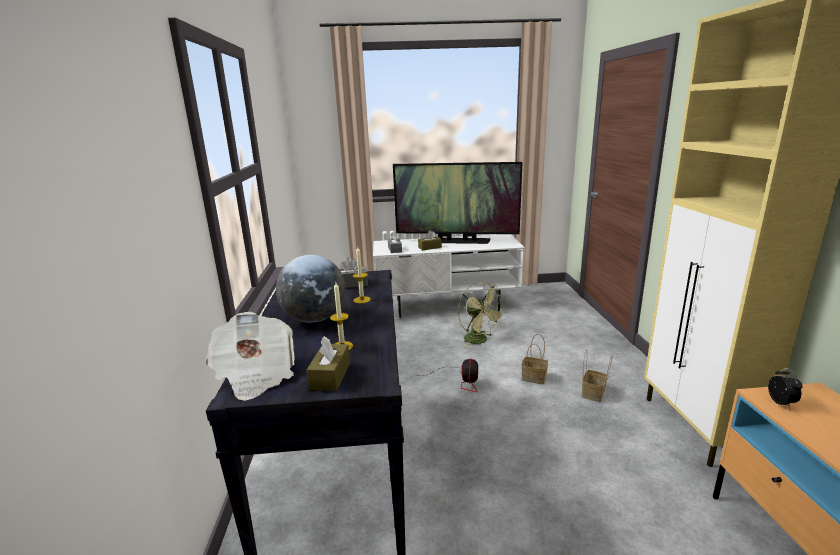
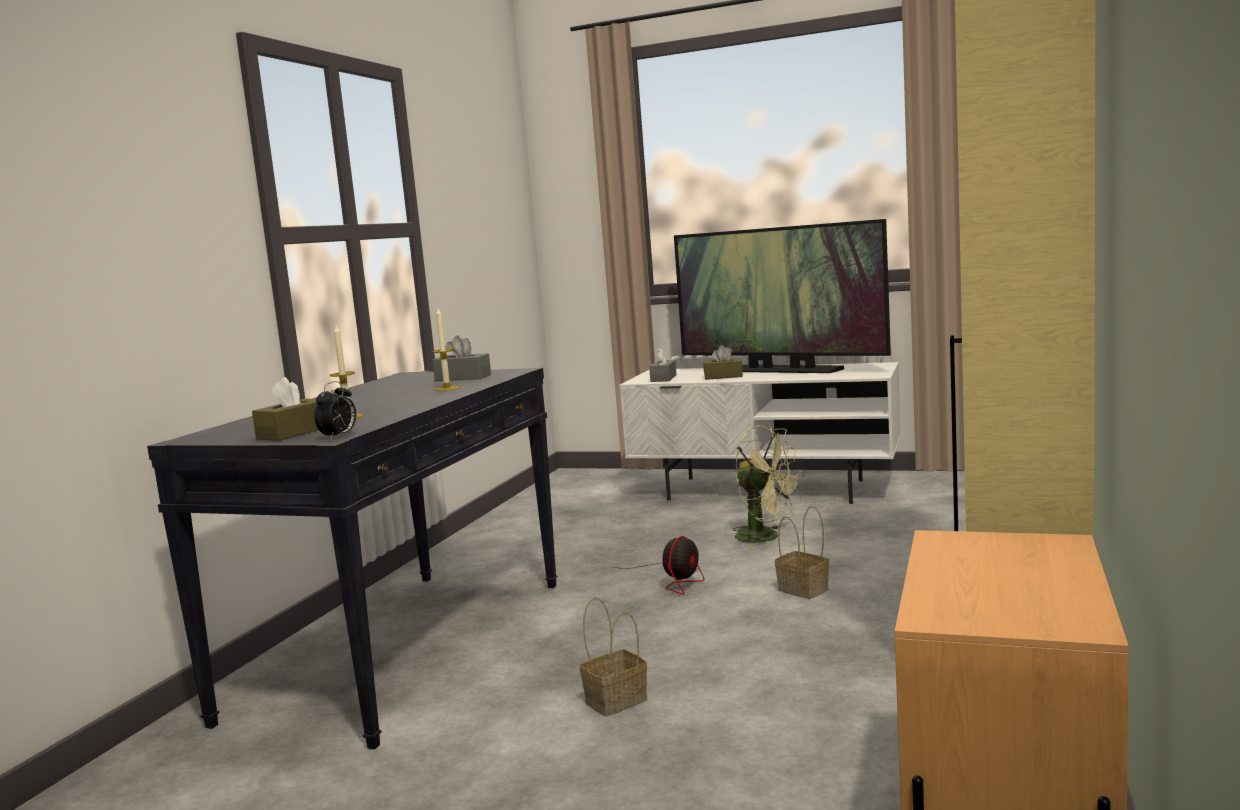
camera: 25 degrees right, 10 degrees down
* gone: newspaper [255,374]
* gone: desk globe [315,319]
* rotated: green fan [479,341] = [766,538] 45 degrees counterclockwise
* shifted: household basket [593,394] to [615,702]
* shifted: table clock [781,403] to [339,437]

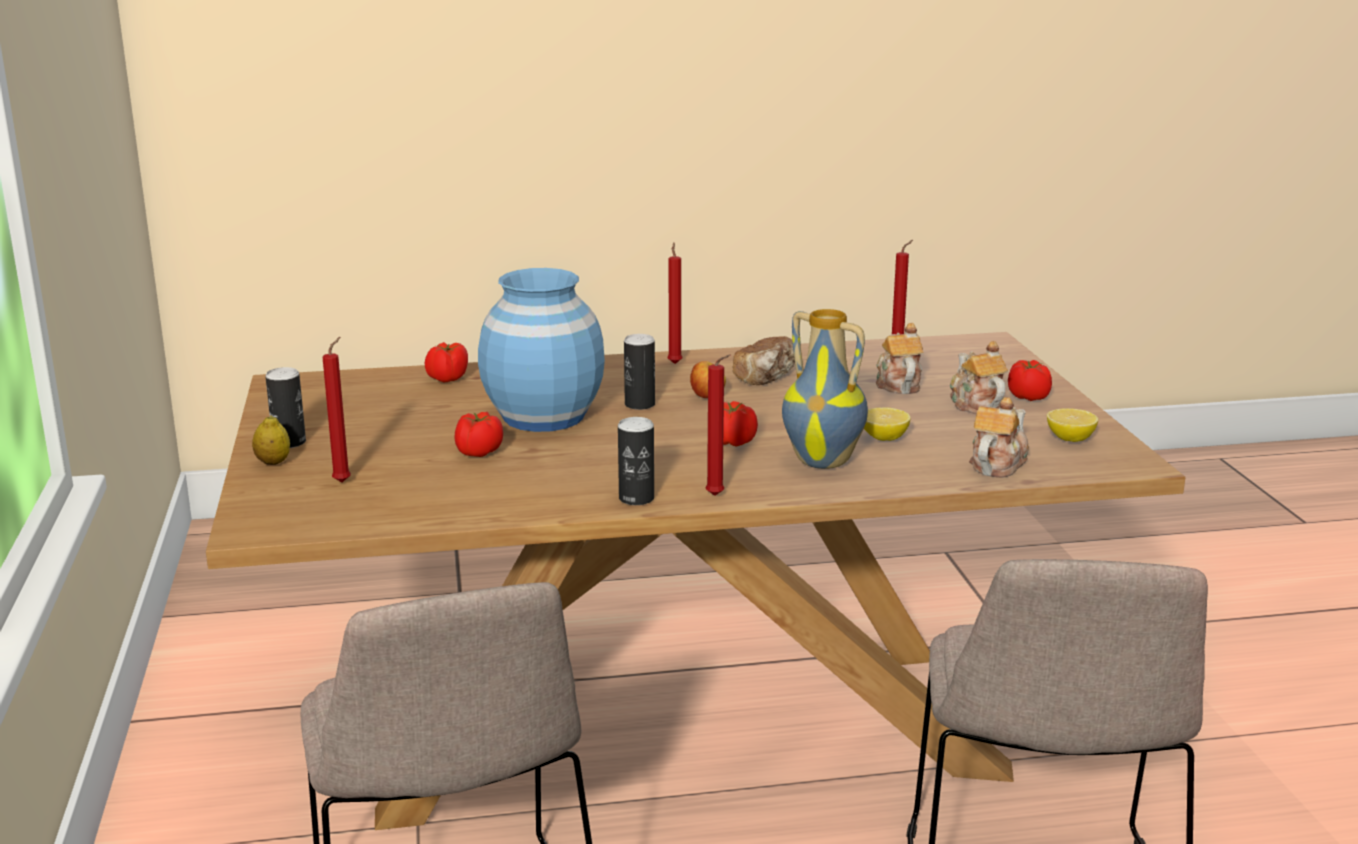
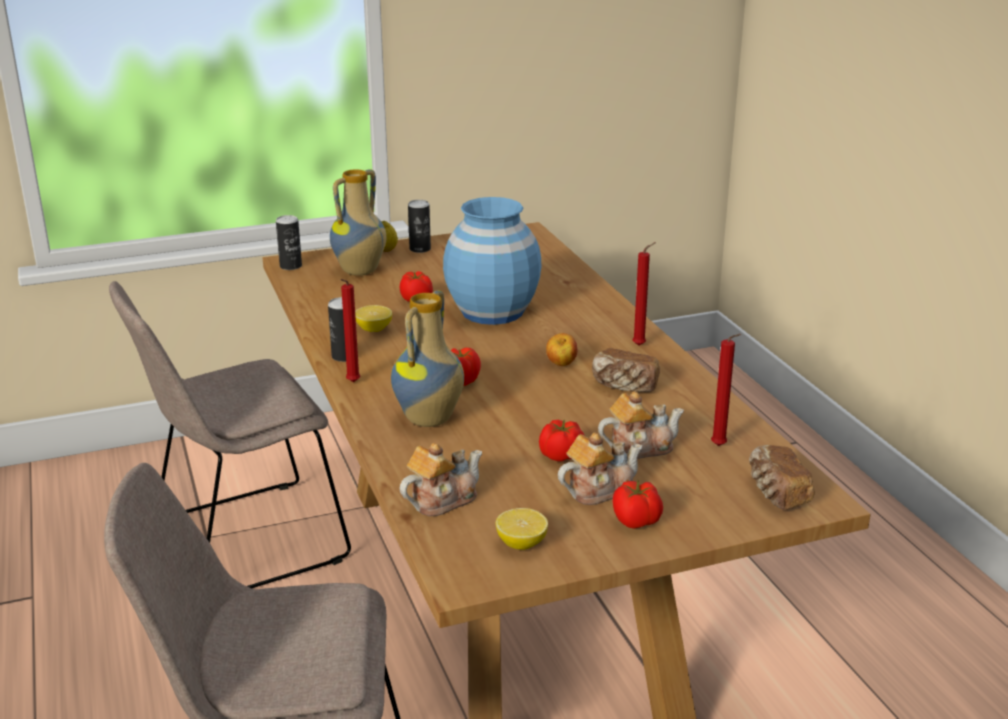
camera: 80 degrees right, 5 degrees up
* swapped: red-coloured candle [344,481] to flower vase [360,271]
* shifted: tomato [447,379] to [561,456]
* shifted: can [639,404] to [291,266]
* shifted: citrus fruit [884,438] to [374,329]
* rotated: tea pot [996,465] = [441,500] 60 degrees counterclockwise
* new: bread [776,493]

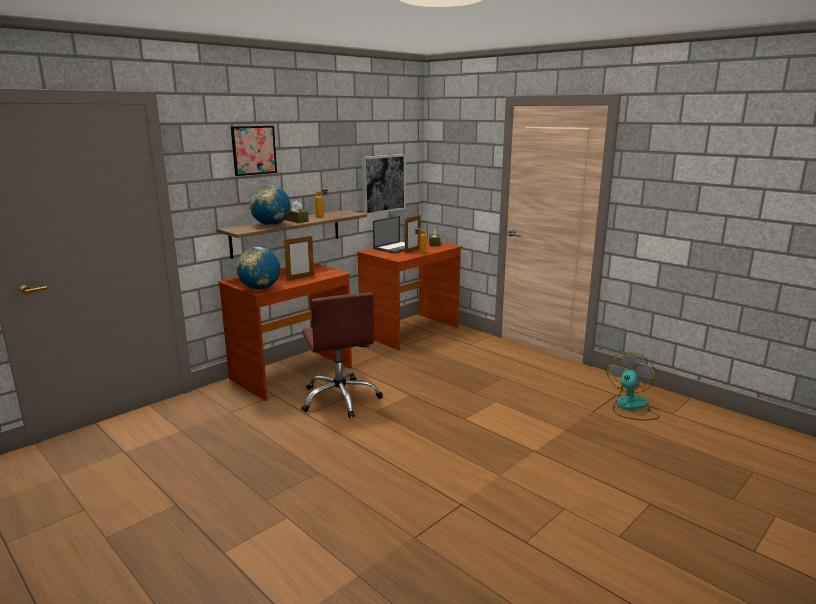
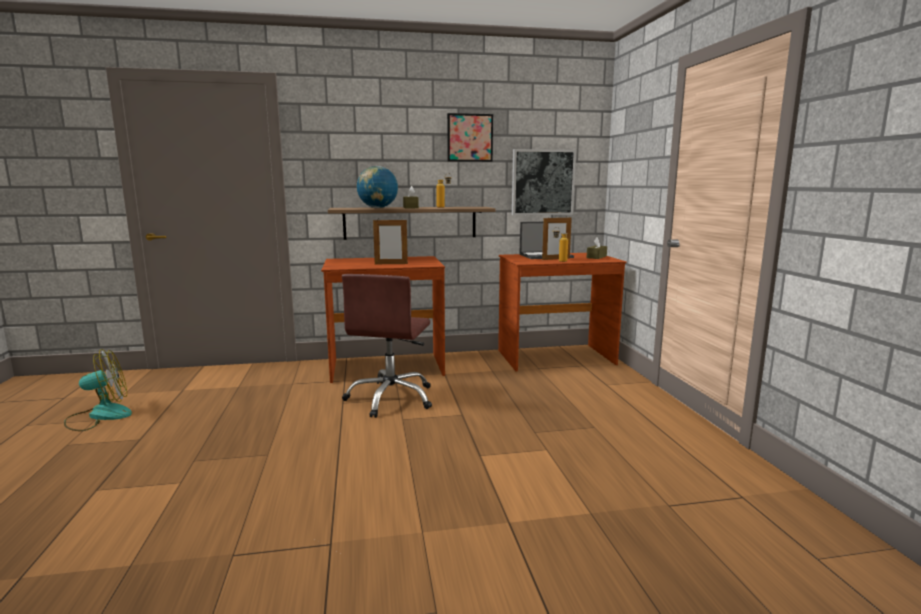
camera: 35 degrees right, 5 degrees down
* shifted: wall picture [254,150] to [470,137]
* gone: desk globe [260,289]
* shifted: fan [630,407] to [99,416]

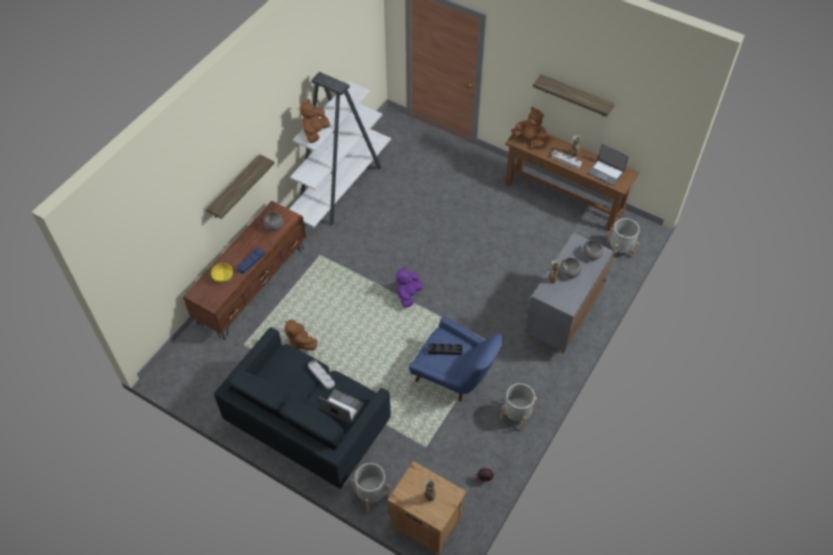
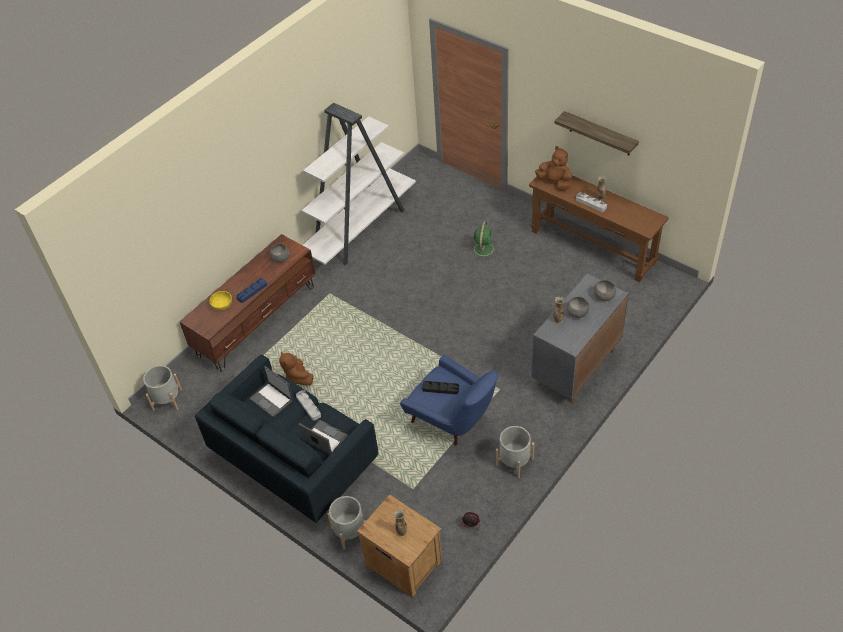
camera: 10 degrees right, 5 degrees down
* gone: wall shelf [235,188]
* gone: brown-coloured plush toy [315,132]
* gone: purple plush toy [408,295]
* shifted: portable computer [606,172] to [272,399]
* shifted: grey flower pot [620,249] to [167,399]
* new: green fan [483,248]

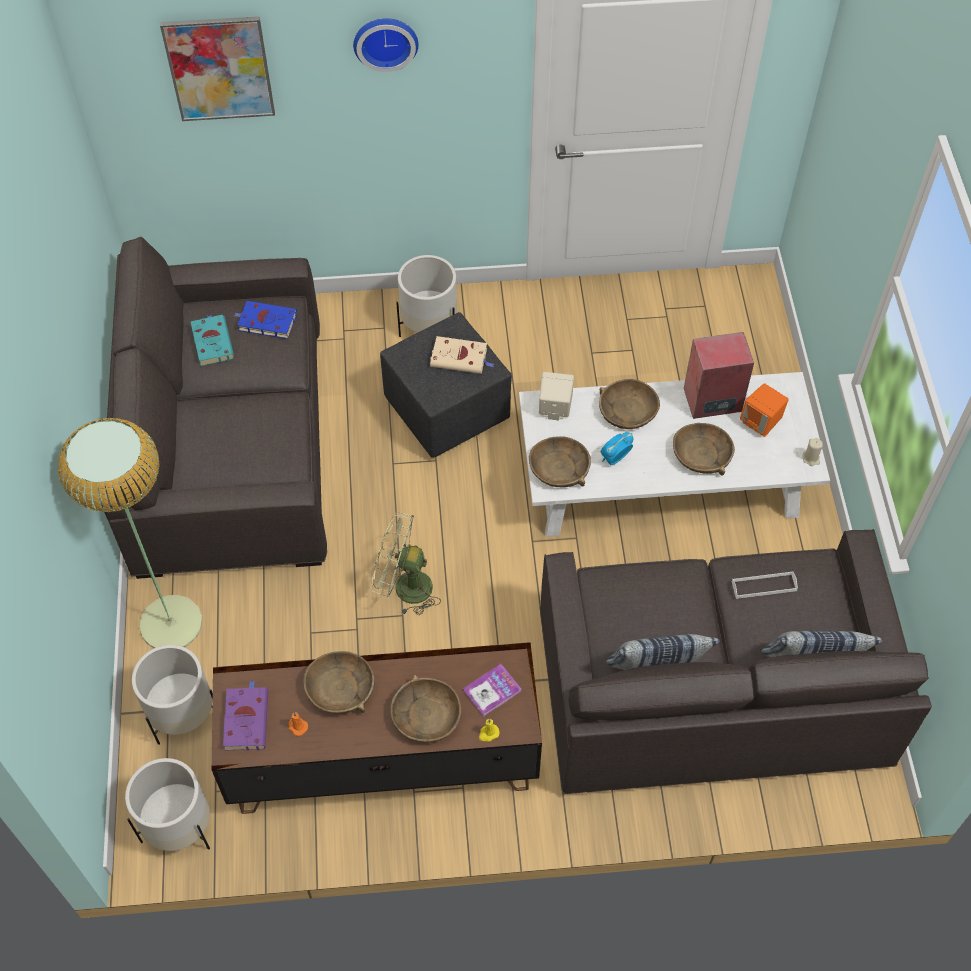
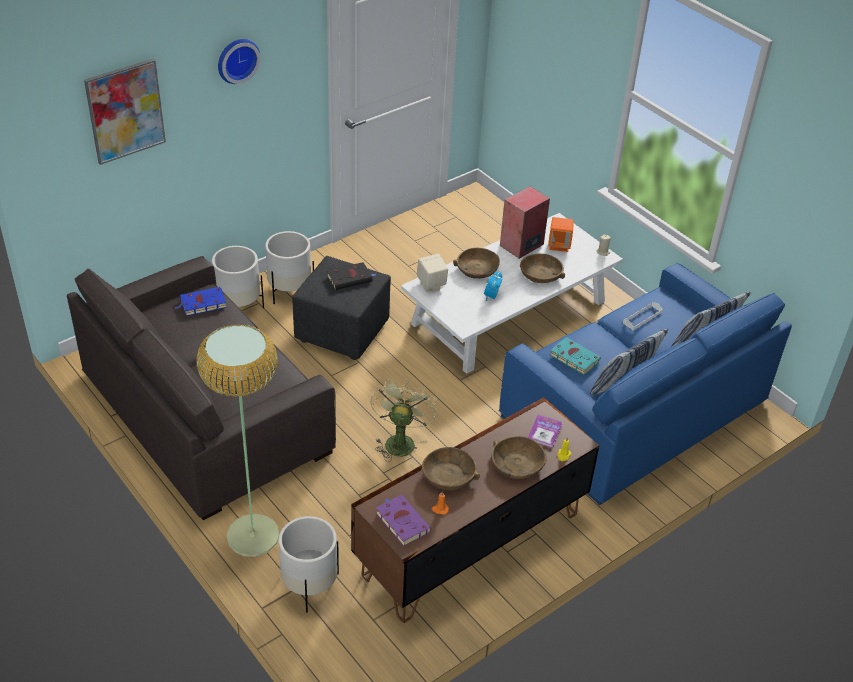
camera: 35 degrees left, 15 degrees down
* shifted: white-coloured flower pot [179,826] to [238,306]
* shifted: turquoise bound book [212,341] to [573,357]
* rotated: green fan [404,587] = [400,440] 120 degrees clockwise
* repainted: beige bound book [460,358] to black-coloured bound book [350,278]
* gone: brown-coloured deep dish [559,468]
* repainted: grey settee [711,688] to blue-coloured settee [634,409]

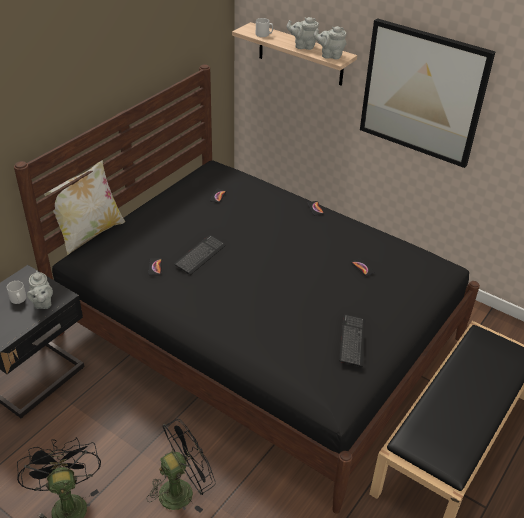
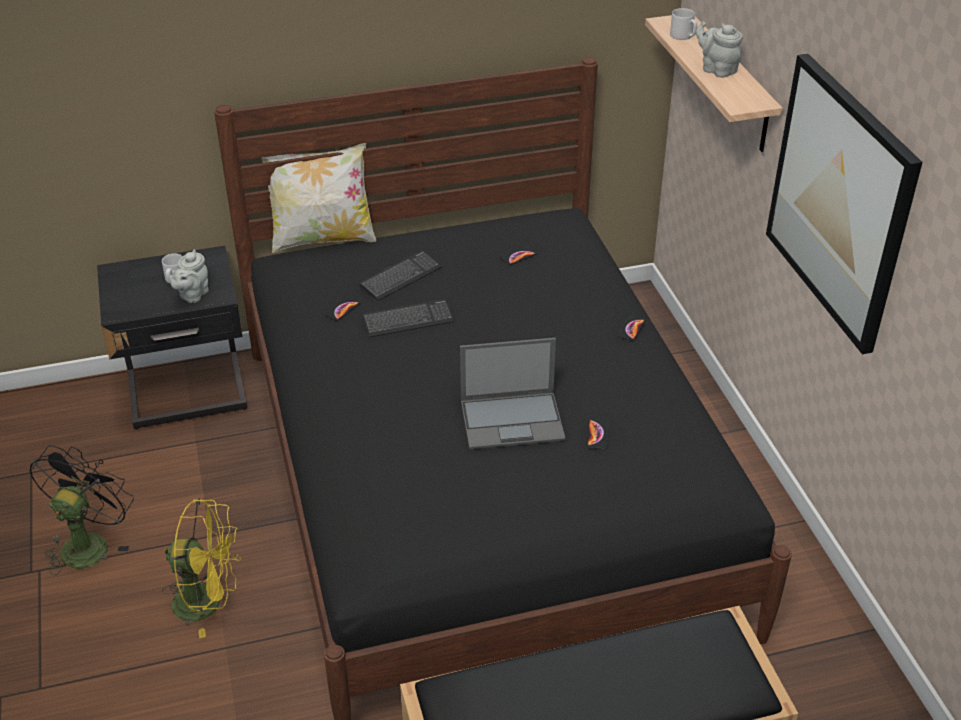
camera: 40 degrees right, 0 degrees up
* repainted: black-coloured fan [182,489] to yellow fan [208,602]
* gone: grey tea pot [330,55]
* shifted: computer keyboard [352,341] to [401,277]
* new: portable computer [513,420]

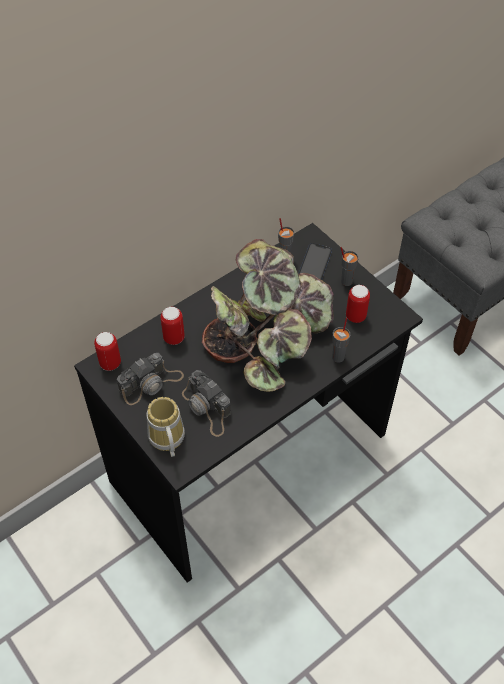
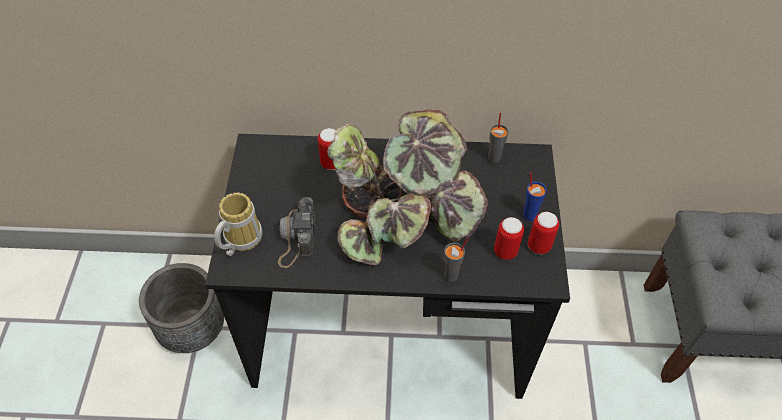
camera: 40 degrees right, 0 degrees up
* shifted: can [110,363] to [539,246]
* gone: photo camera [151,383]
* gone: phone [314,264]
* repainted: grey small cup [346,281] to blue-coloured small cup [529,215]
* new: grey flower pot [193,329]

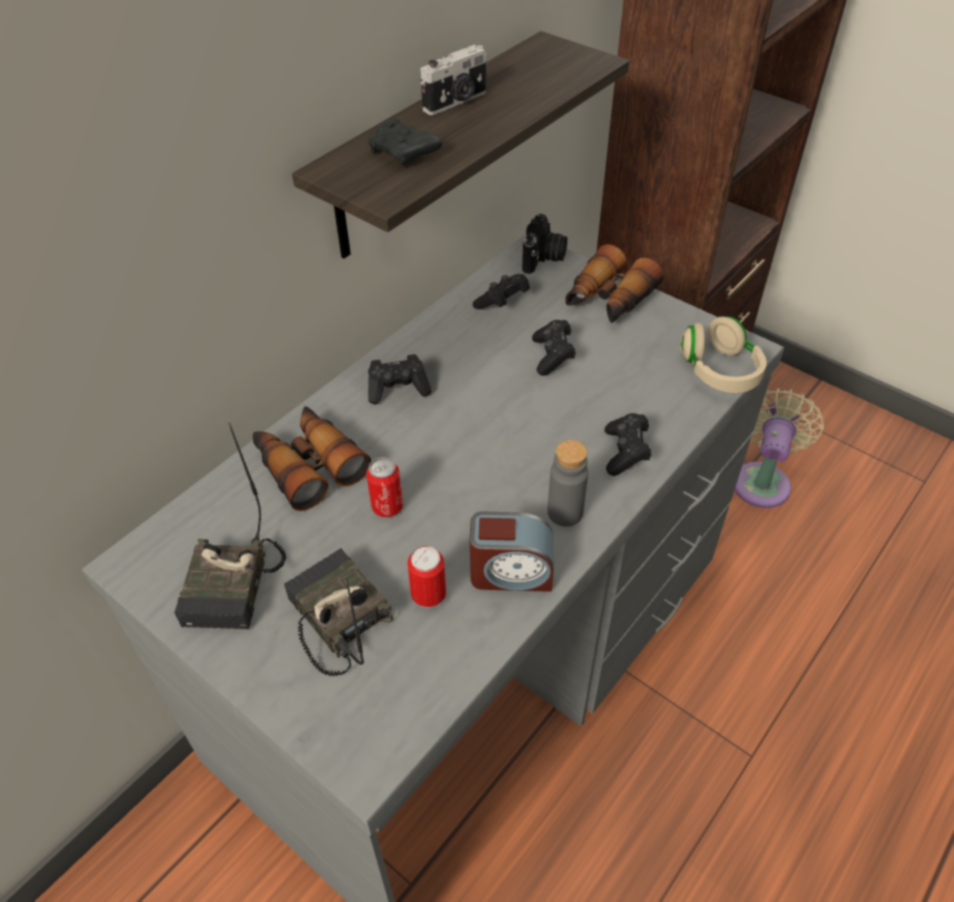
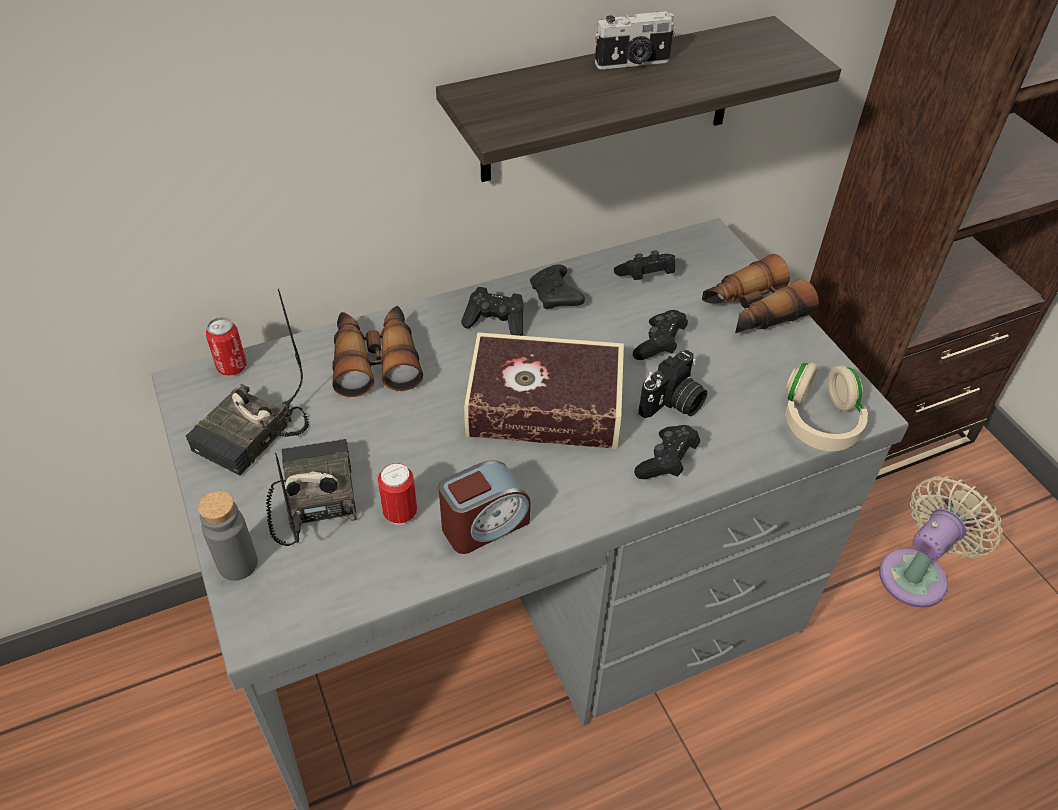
camera: 25 degrees right, 0 degrees up
* shifted: can [387,507] to [232,367]
* shifted: black-coloured game controller [403,153] to [556,296]
* rotated: table clock [511,572] = [484,525] 60 degrees counterclockwise
* shifted: photo camera [543,258] to [673,403]
* shifted: grey beverage bottle [565,512] to [238,564]
* new: bound book [544,406]

